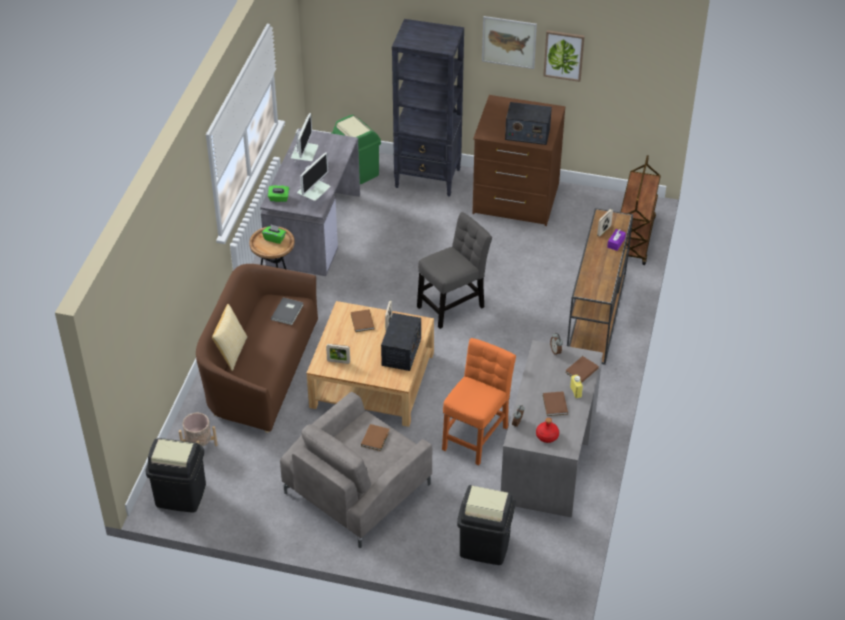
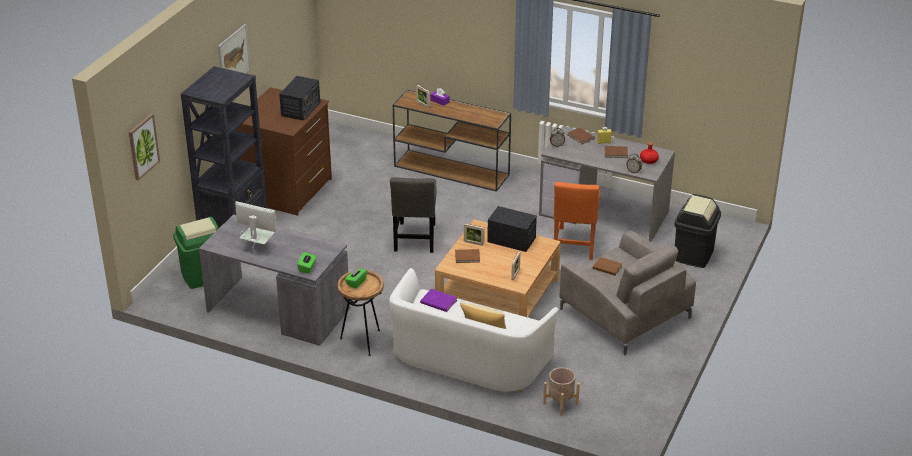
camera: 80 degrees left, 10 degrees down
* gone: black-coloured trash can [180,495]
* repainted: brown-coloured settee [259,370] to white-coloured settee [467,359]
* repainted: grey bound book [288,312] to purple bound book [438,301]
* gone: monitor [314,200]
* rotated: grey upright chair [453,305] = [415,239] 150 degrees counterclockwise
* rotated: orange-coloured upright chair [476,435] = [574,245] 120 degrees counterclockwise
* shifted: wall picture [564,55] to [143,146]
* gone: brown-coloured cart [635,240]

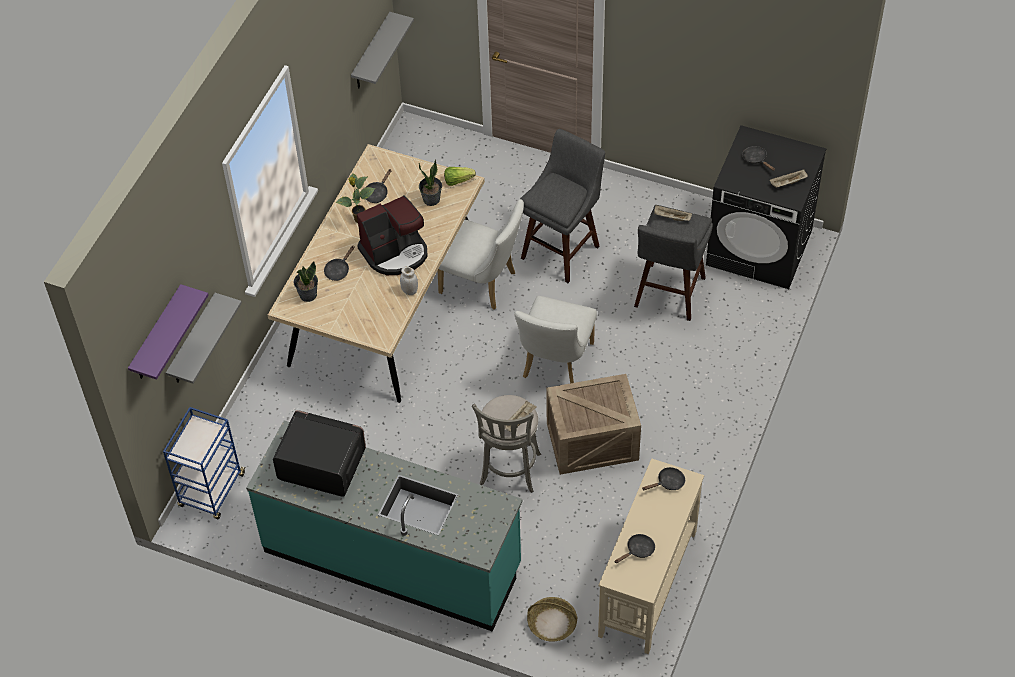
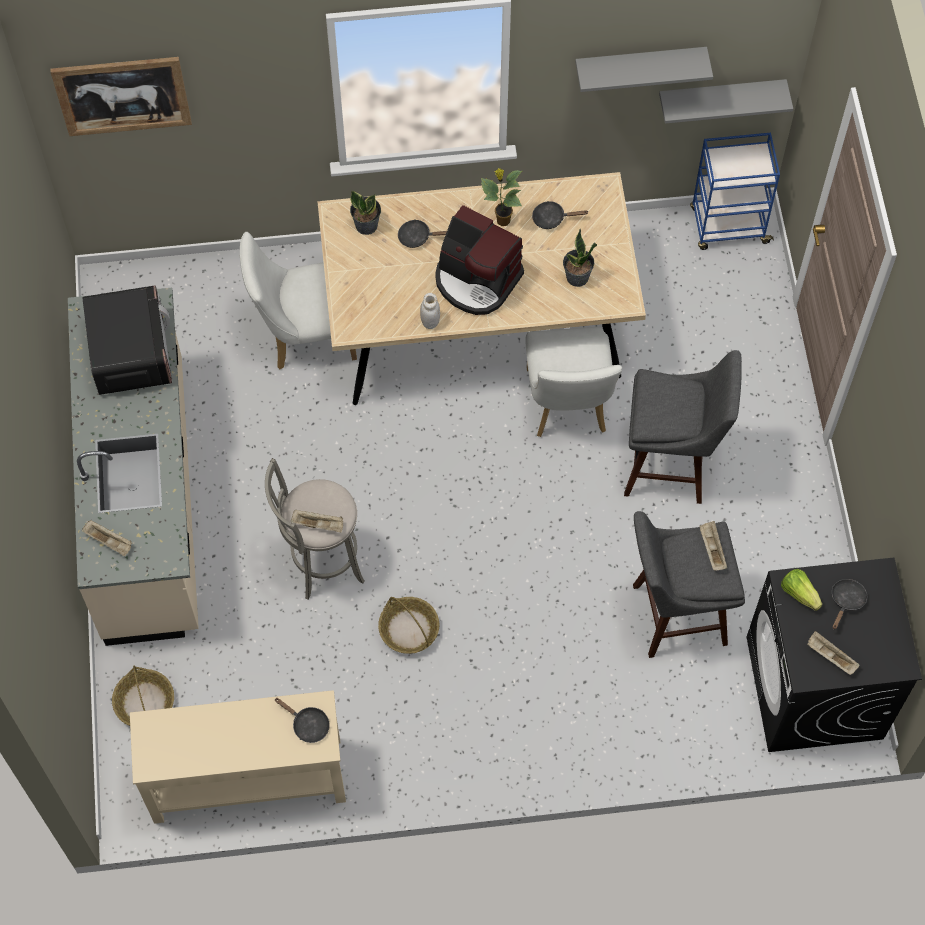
camera: 60 degrees right, 10 degrees up
* swapped: purple wall shelf [157,335] to wall picture [122,95]
* shifted: blue-coloured cart [212,491] to [728,226]
* shifted: grey wall shelf [193,341] to [639,65]
* repainted: turquoise kitchen counter [392,558] to beige kitchen counter [148,500]
* shifted: head of lettuce [458,180] to [799,593]
* shifted: white-coloured upright chair [555,364] to [304,336]
* swapped: shipping crate [591,442] to household basket [408,629]
* gone: black-coloured frying pan [638,550]
* new: beige carrying tray [109,541]

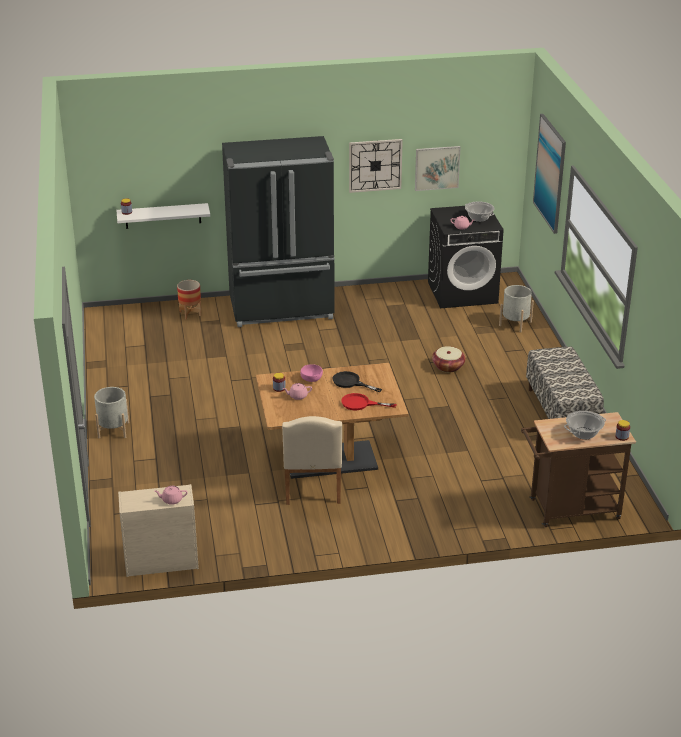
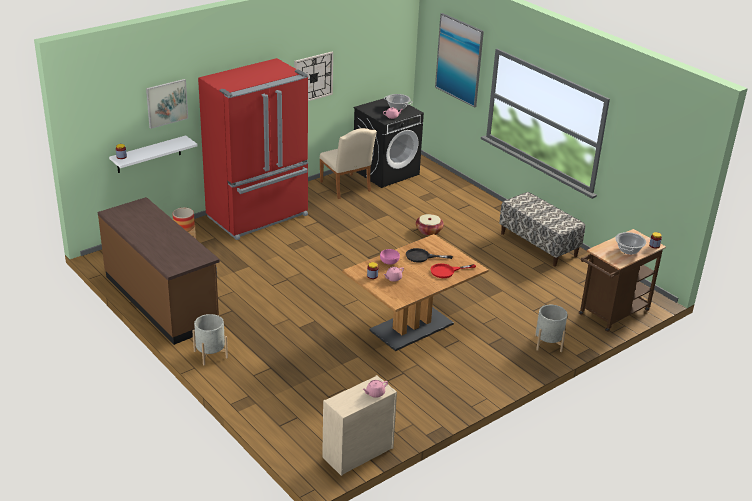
camera: 30 degrees left, 0 degrees up
* repainted: black-coloured fridge [282,309] to red-coloured fridge [259,216]
* shifted: beige upright chair [312,489] to [346,188]
* shifted: wall picture [437,168] to [167,103]
* shifted: grey flower pot [515,324] to [548,343]
* new: brown-coloured kitchen counter [162,300]

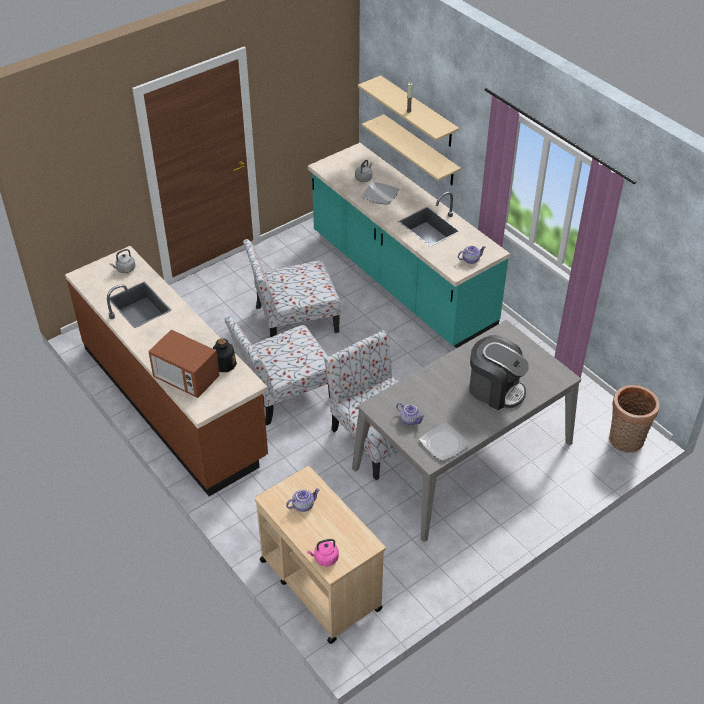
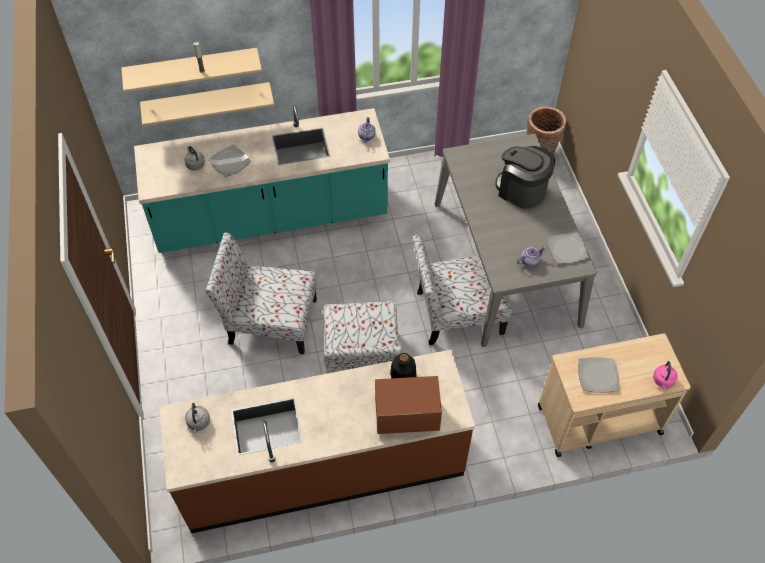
camera: 65 degrees left, 10 degrees up
* rotated: microwave [186,379] = [407,415] 150 degrees counterclockwise
* rotated: upright chair [294,320] = [270,321] 90 degrees clockwise
* swapped: tea pot [303,505] to flat dish [597,376]
* rotated: coffee machine [495,389] = [521,190] 105 degrees counterclockwise

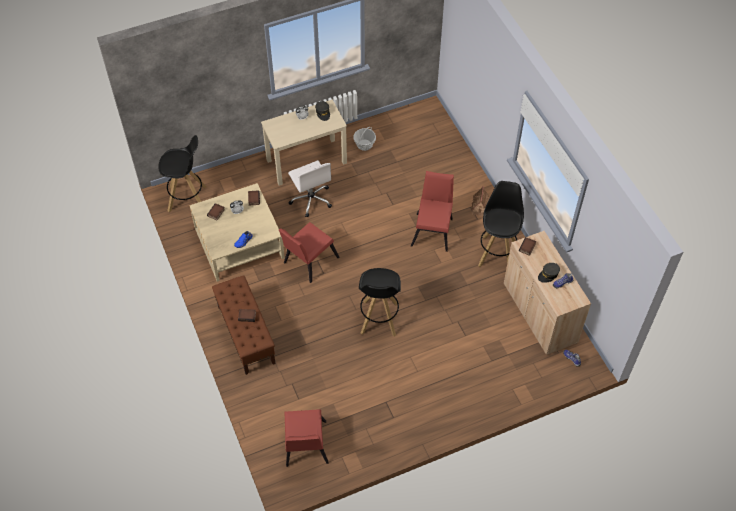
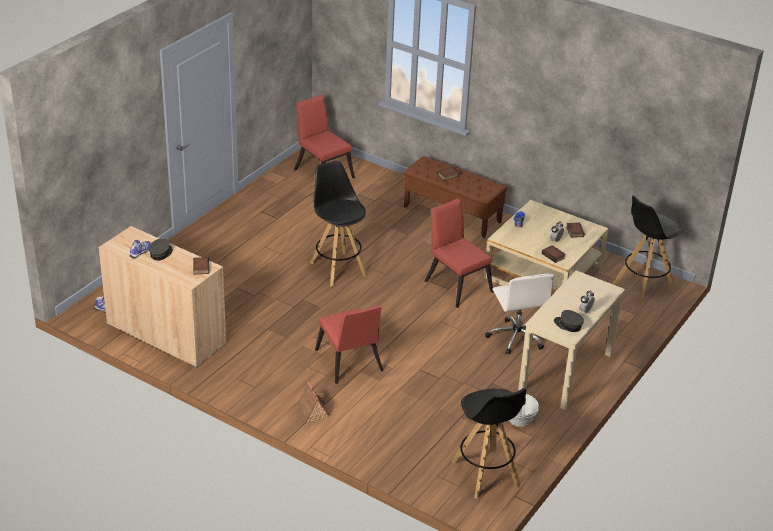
camera: 145 degrees right, 20 degrees down
* rotated: red-coloured upright chair [308,261] = [456,284] 45 degrees counterclockwise
* rotated: white-coloured office chair [311,199] = [516,337] 135 degrees counterclockwise
* shifted: black-coloured sitting stool [497,253] to [485,474]

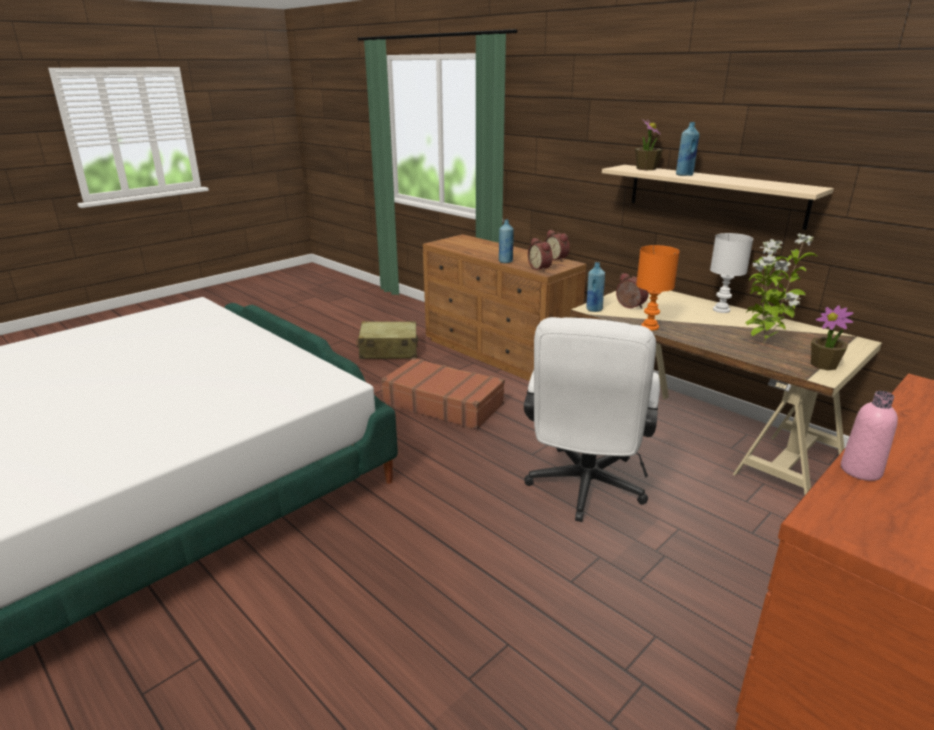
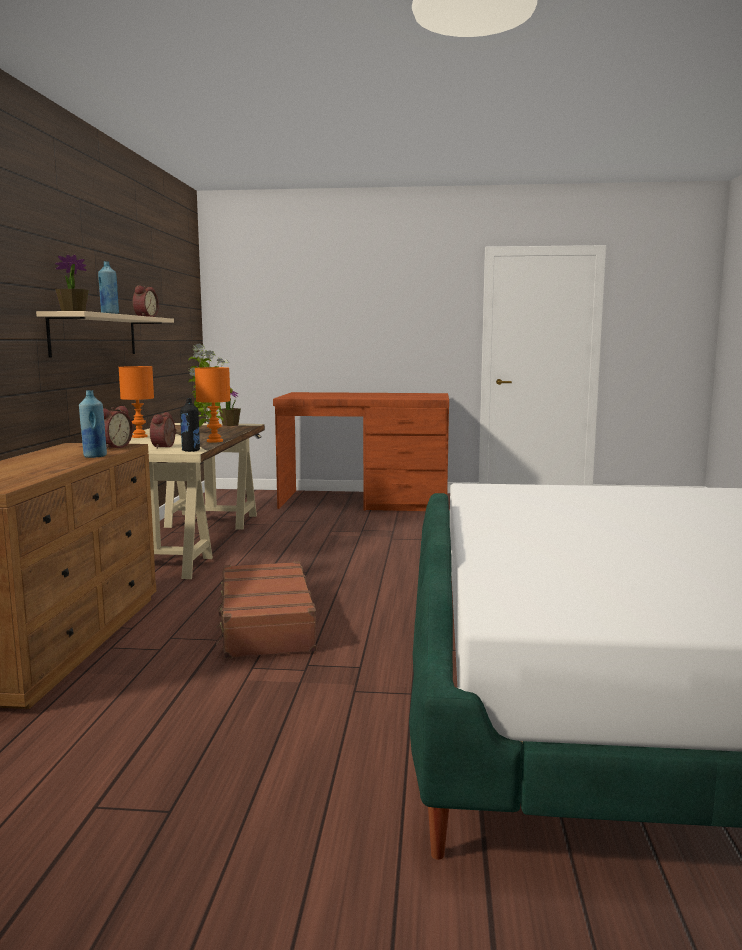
camera: 130 degrees left, 15 degrees down
* gone: beige travel case [388,350]
* gone: white-coloured office chair [584,490]
* shifted: table clock [557,258] to [144,317]
* repainted: blue-coloured beverage bottle [594,309] to black-coloured beverage bottle [191,450]
* repainted: white-coloured lamp for a table [721,310] to orange-coloured lamp for a table [140,436]
* gone: pinkish beverage bottle [860,470]

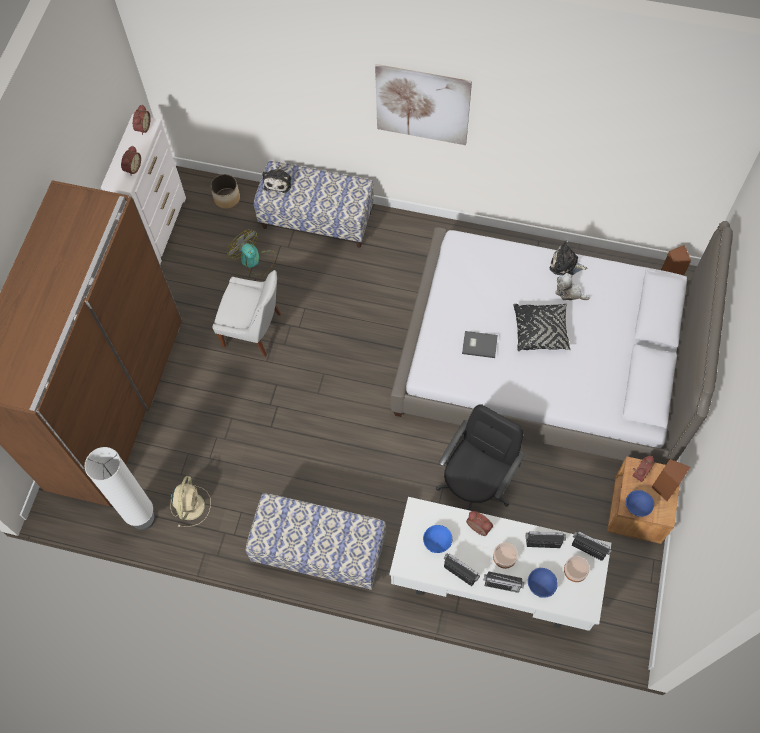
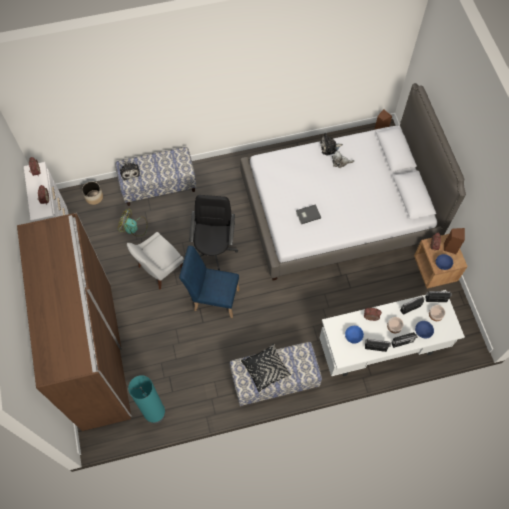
camera: 30 degrees left, 0 degrees up
* repainted: white-coloured standard lamp [143,518] to turquoise standard lamp [156,415]
* gone: beige fan [190,505]
* rotated: white-coloured upright chair [254,330] = [159,270] 150 degrees clockwise
* gone: wall picture [422,104]
* shifted: black-coloured office chair [475,485] to [214,249]
* shifted: black-coloured pillow [540,331] to [266,369]
* new: blue-coloured upright chair [213,298]

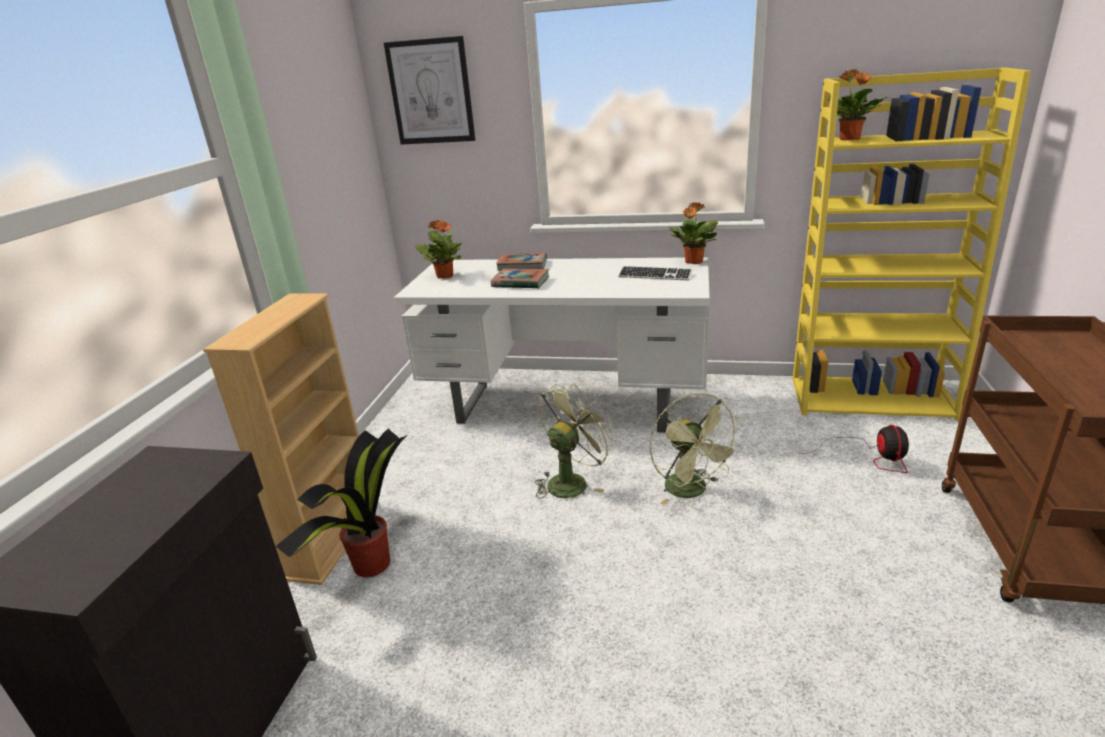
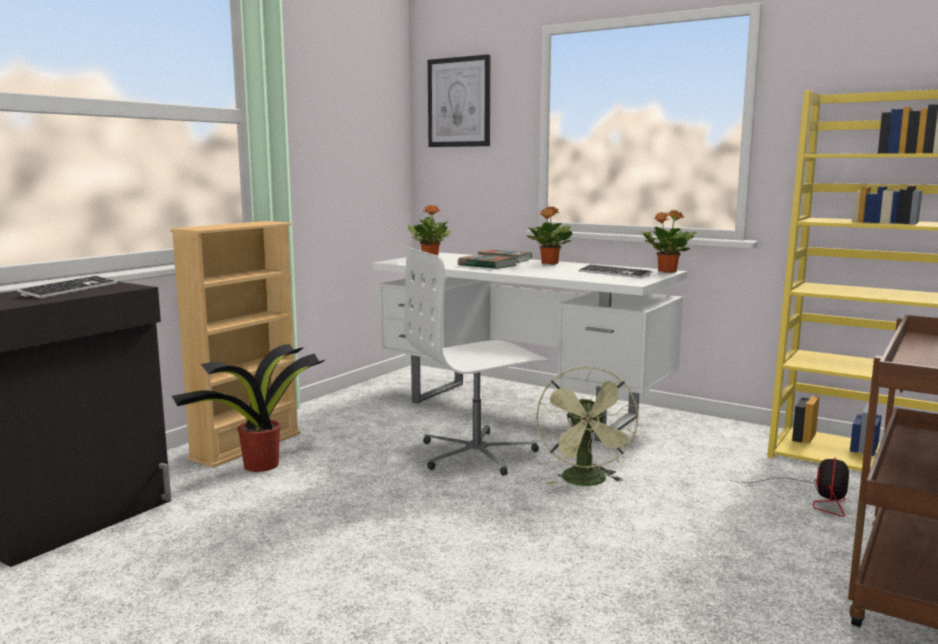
camera: 20 degrees right, 15 degrees down
* swapped: green fan [572,481] to white-coloured office chair [477,454]
* shifted: plant in a pot [849,139] to [549,263]
* new: computer keyboard [70,289]

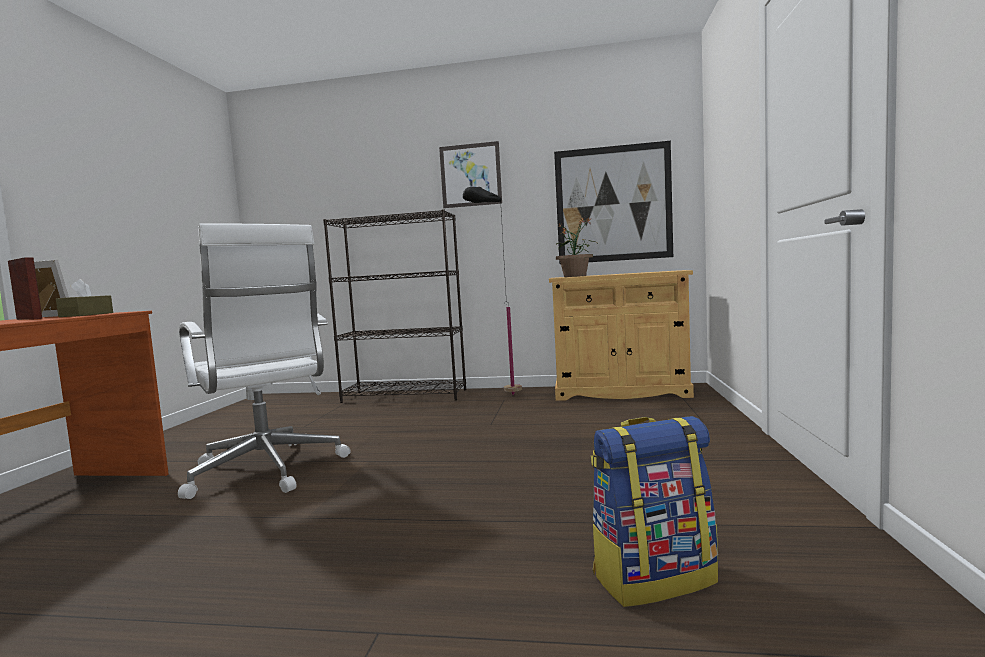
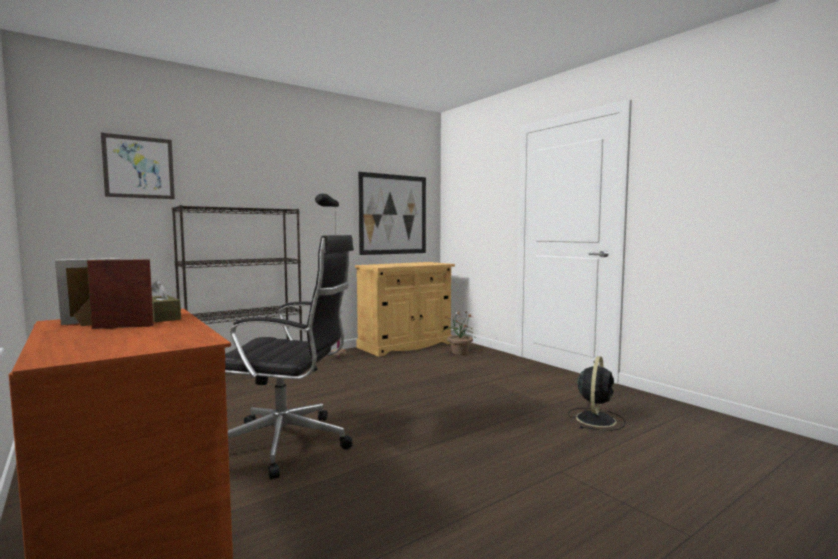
camera: 45 degrees left, 0 degrees up
* repainted: white-coloured office chair [267,471] to black-coloured office chair [287,444]
* shifted: wall picture [470,175] to [139,167]
* shifted: plant in a pot [575,276] to [459,352]
* swapped: knapsack [653,577] to black-coloured fan [596,419]

